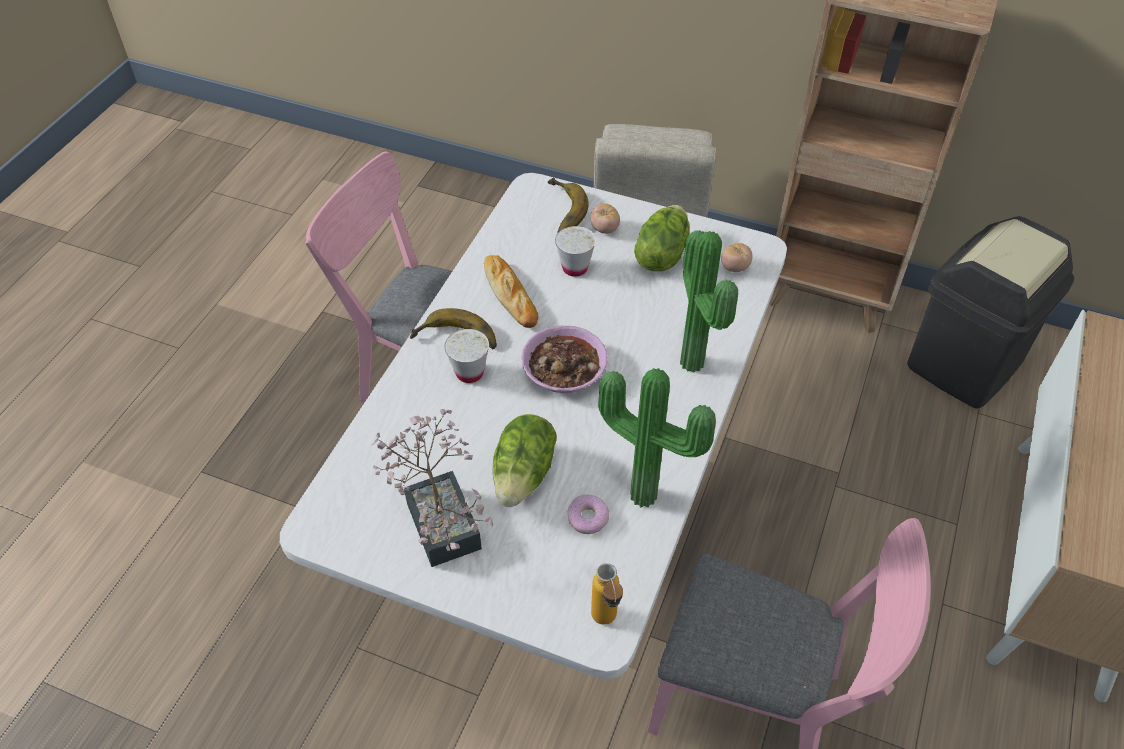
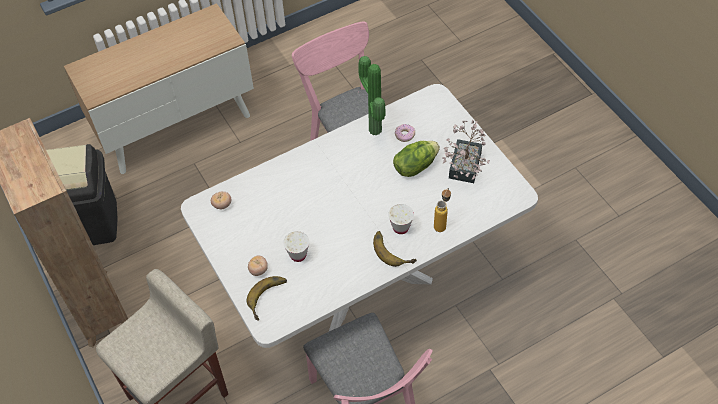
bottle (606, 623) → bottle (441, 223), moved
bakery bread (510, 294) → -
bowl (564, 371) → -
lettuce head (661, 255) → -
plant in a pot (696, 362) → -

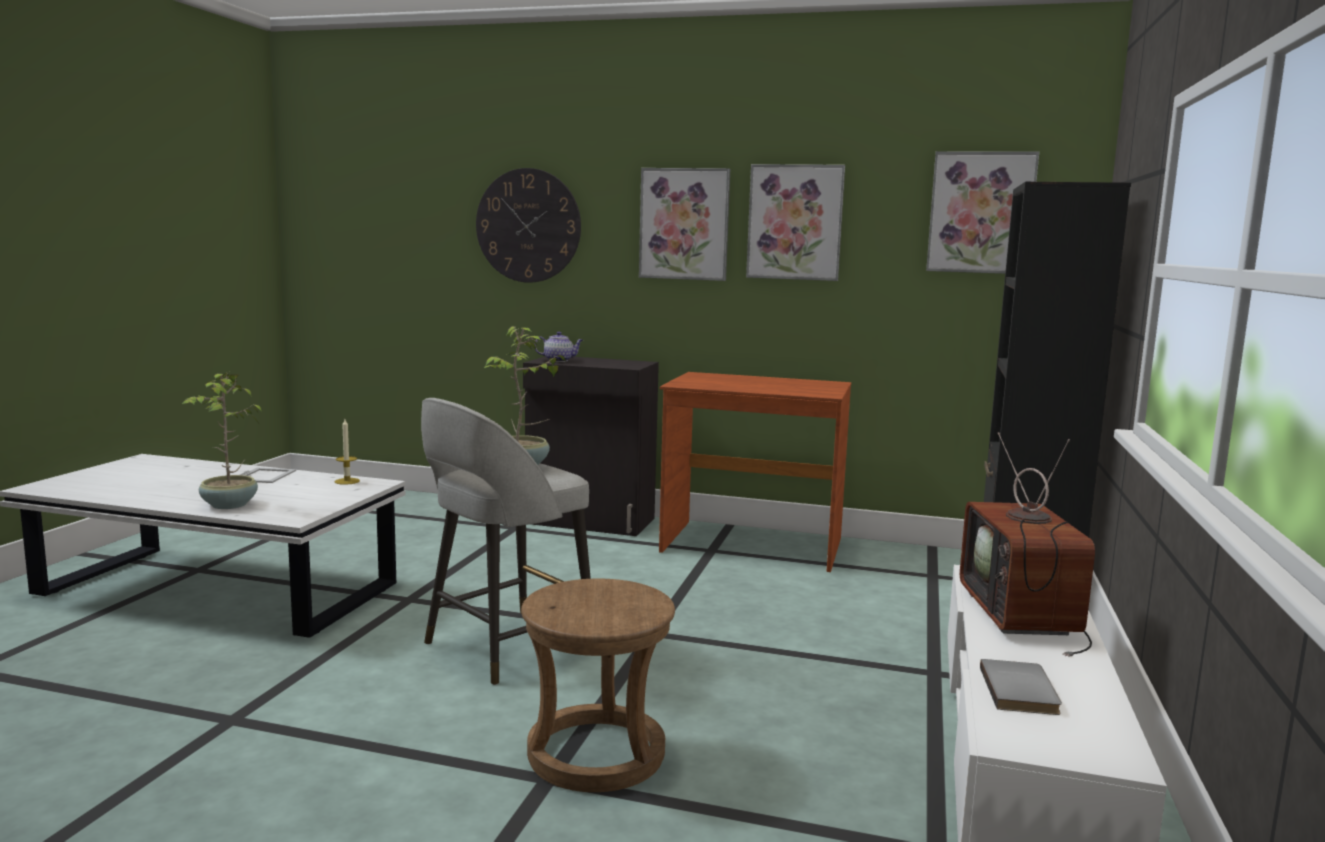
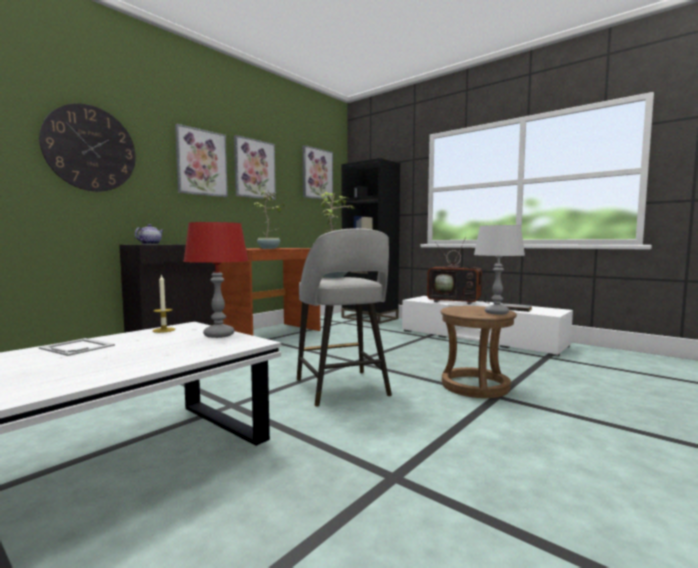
- → red tabletop lamp (219, 335)
plant in a pot (228, 505) → plant in a pot (269, 248), moved
- → greyish tabletop lamp (496, 313)

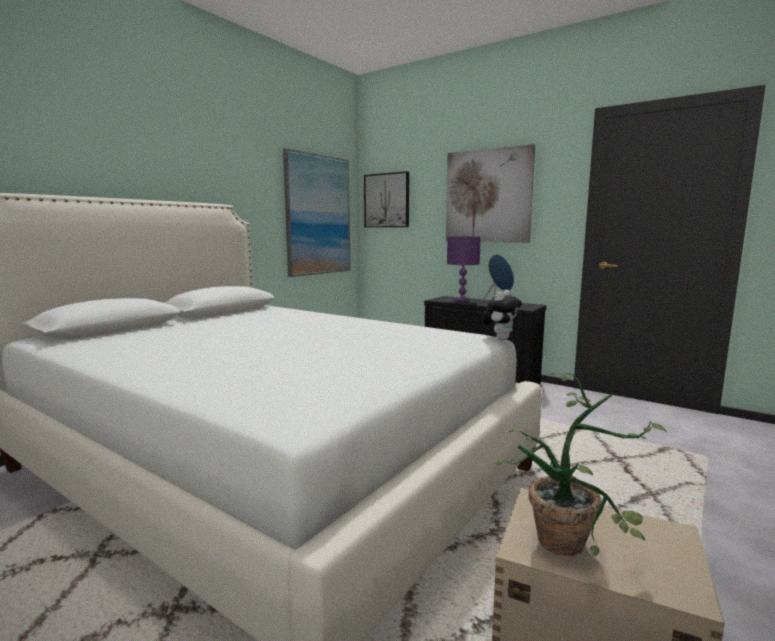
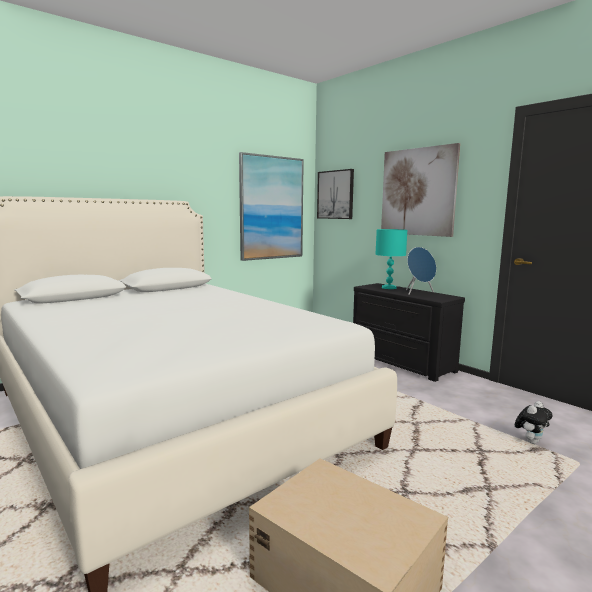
purple tabletop lamp (461, 300) → turquoise-coloured tabletop lamp (388, 288)
plush toy (500, 339) → plush toy (530, 441), moved
plant in a pot (573, 541) → -

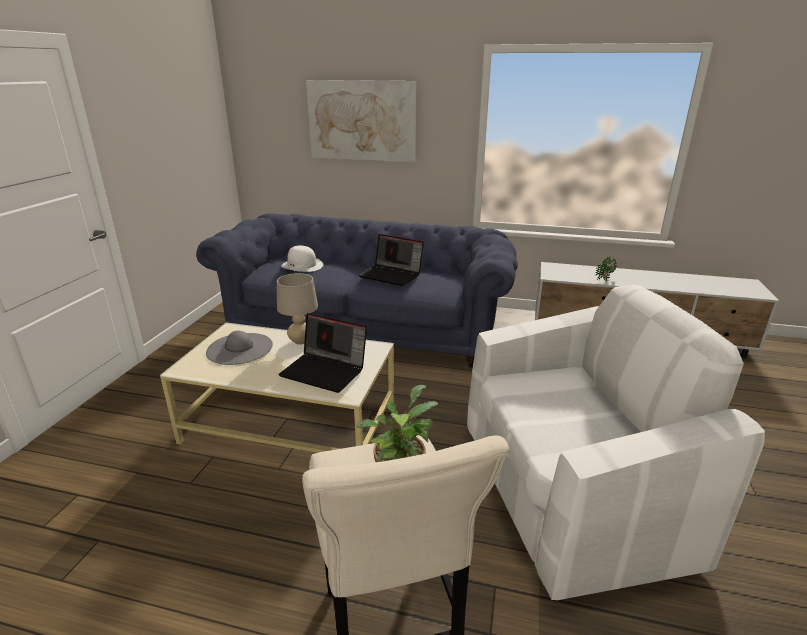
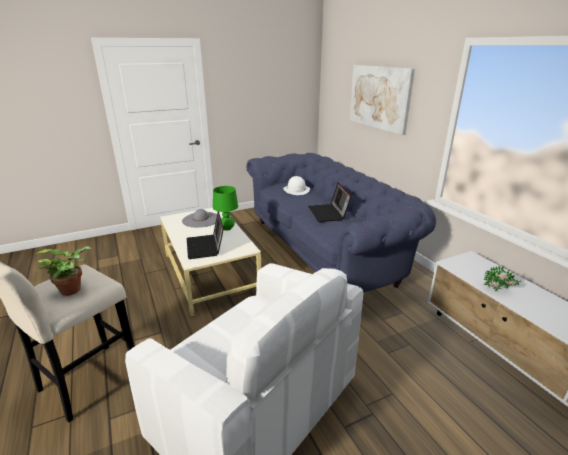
beige tabletop lamp (301, 341) → green-coloured tabletop lamp (227, 228)

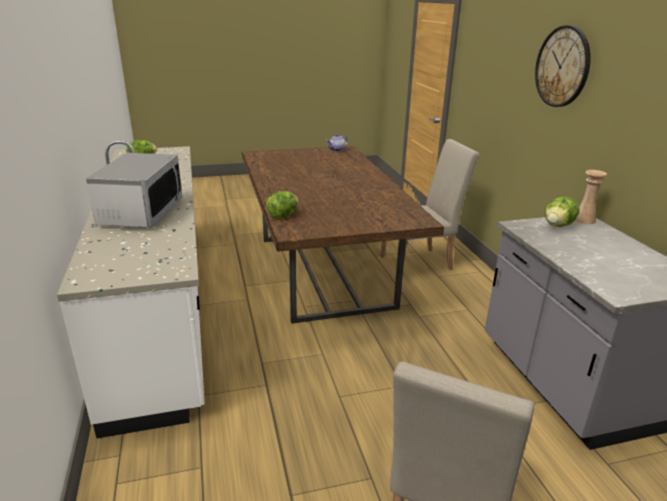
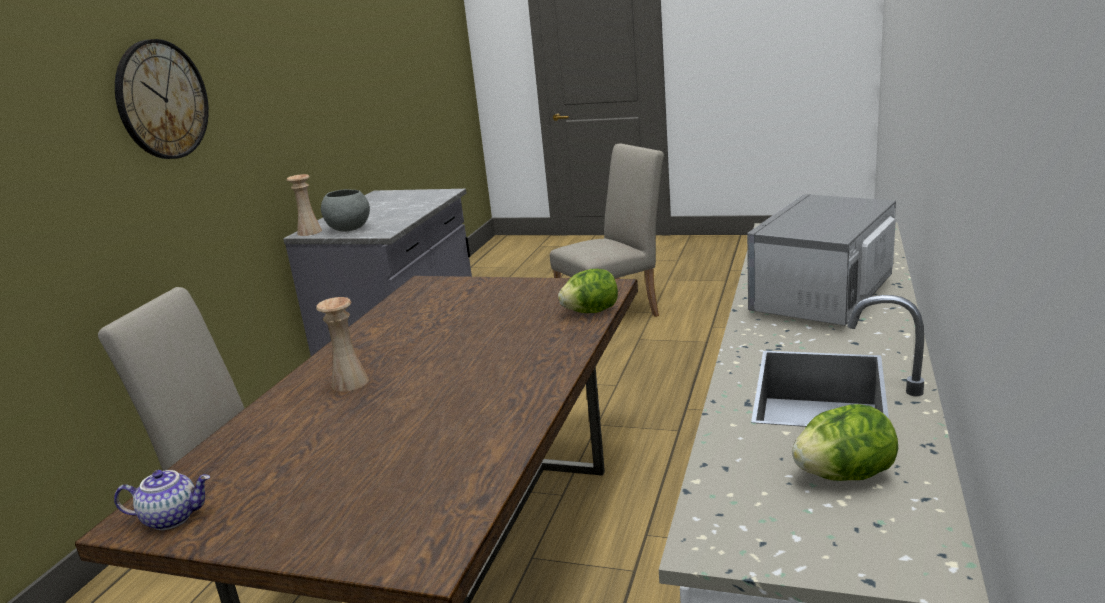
- → beige decorative vase (350, 382)
lettuce head (558, 225) → greyish bowl (349, 229)

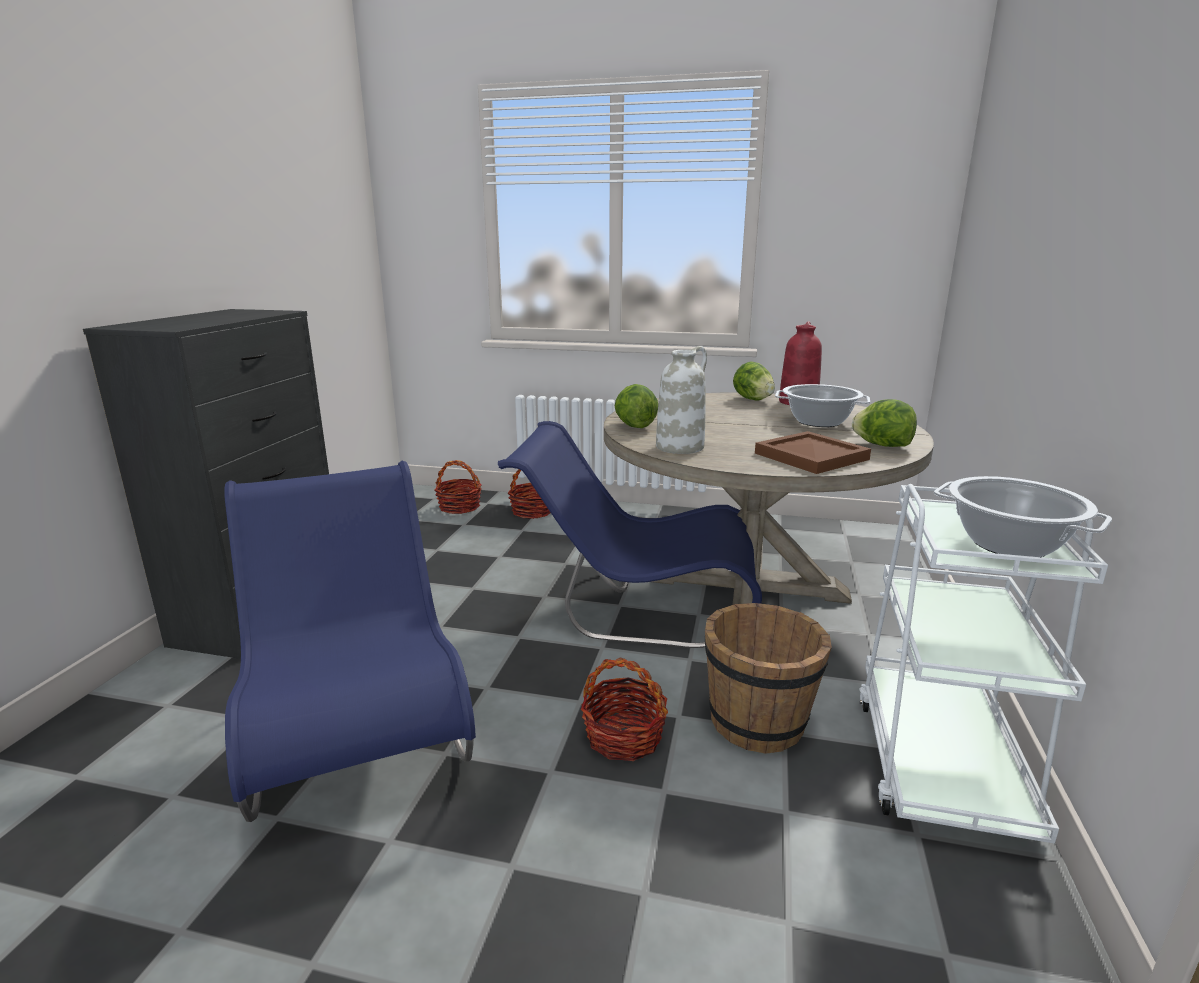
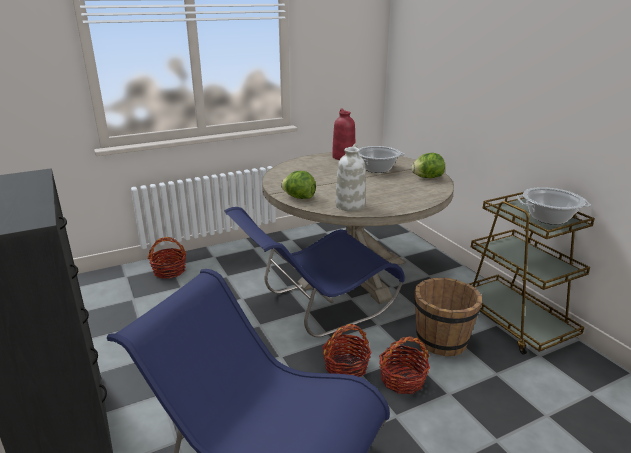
storage basket (459, 507) → storage basket (346, 367), moved
whitish cart (939, 762) → brownish cart (514, 322)
lettuce head (752, 399) → -
brownish serving tray (811, 456) → -

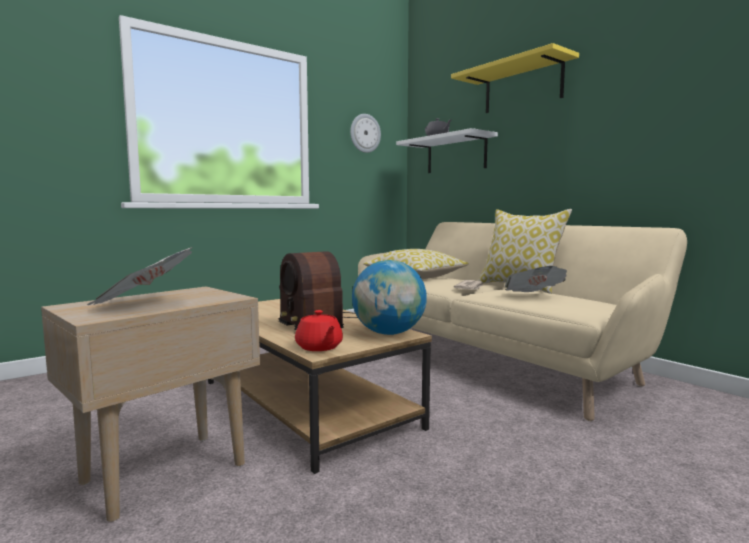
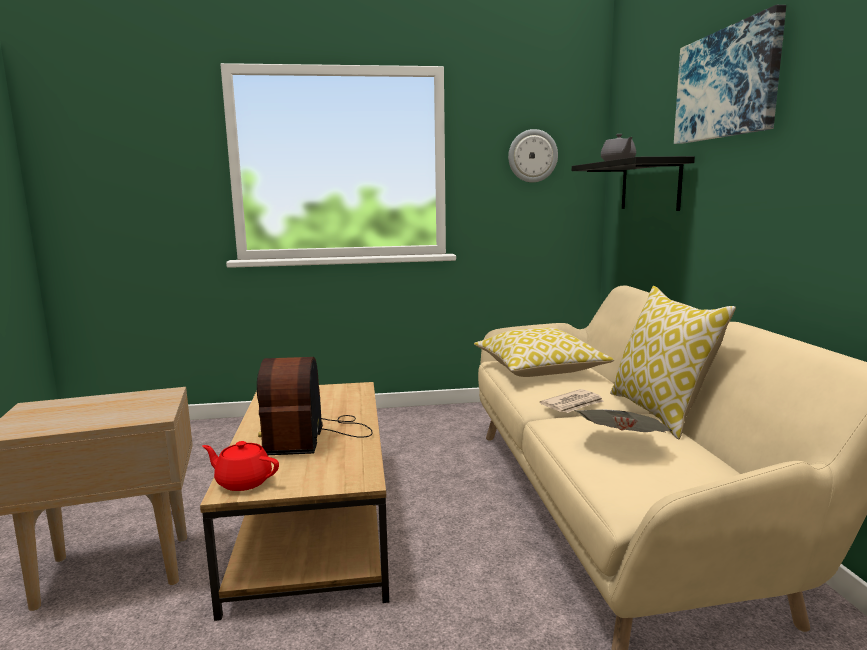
red tea pot (319, 347) → red tea pot (243, 482), 105 degrees clockwise
whitish wall shelf (456, 154) → black wall shelf (650, 185)
yellow-coloured wall shelf (522, 87) → wall picture (727, 84)
printed paper (143, 304) → -
world globe (389, 333) → -

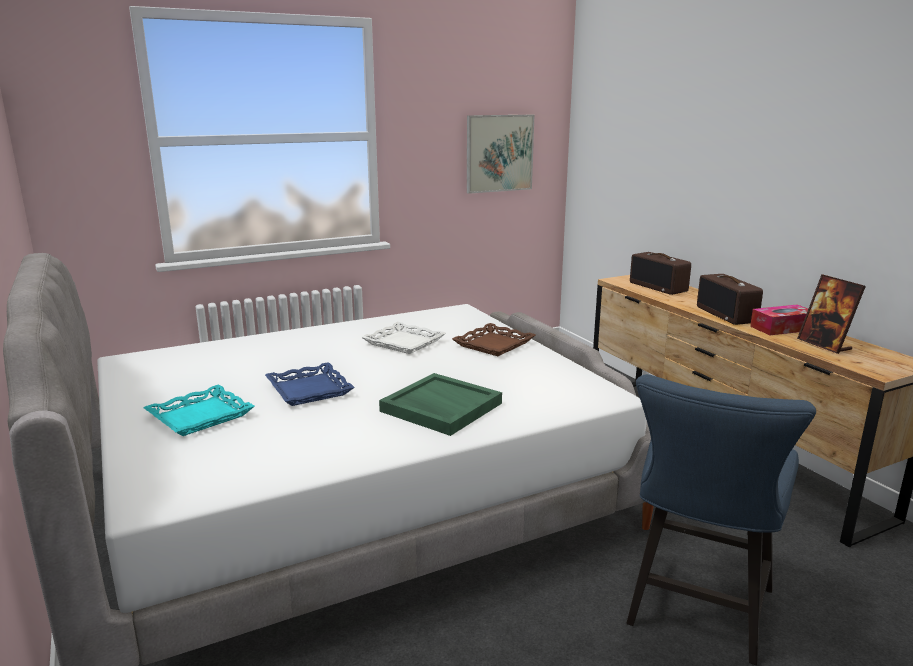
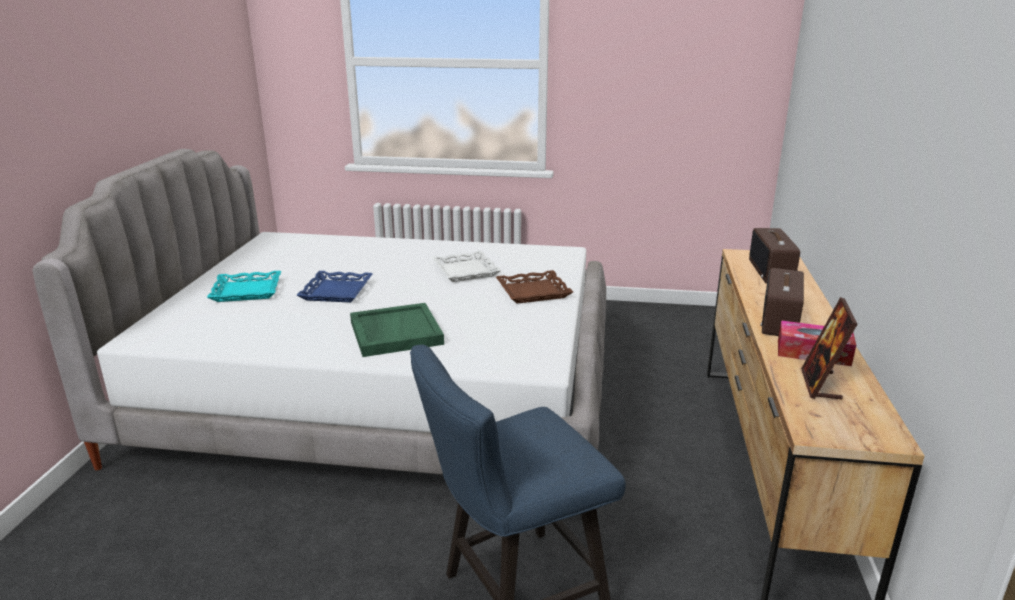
wall picture (499, 153) → -

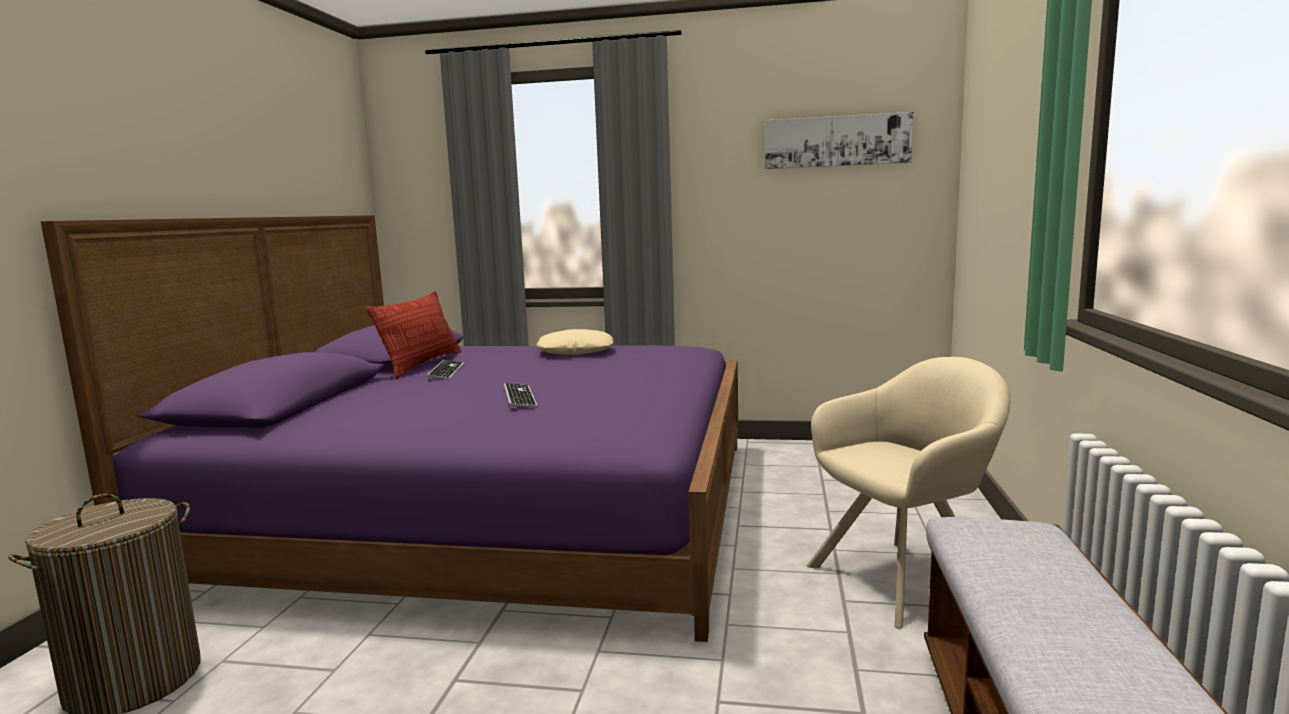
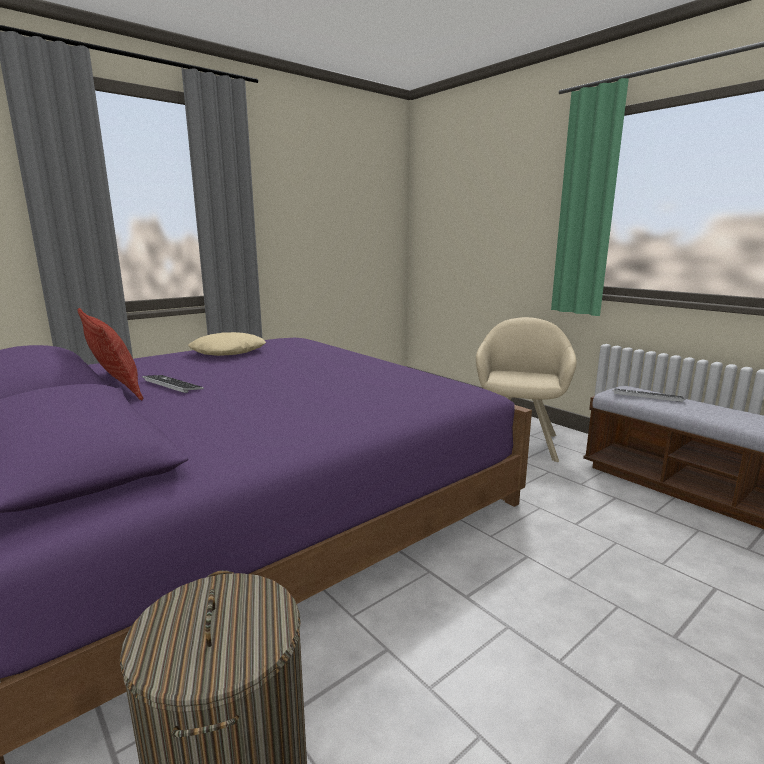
PC keyboard (520, 398) → PC keyboard (647, 396), moved
wall picture (836, 141) → -

